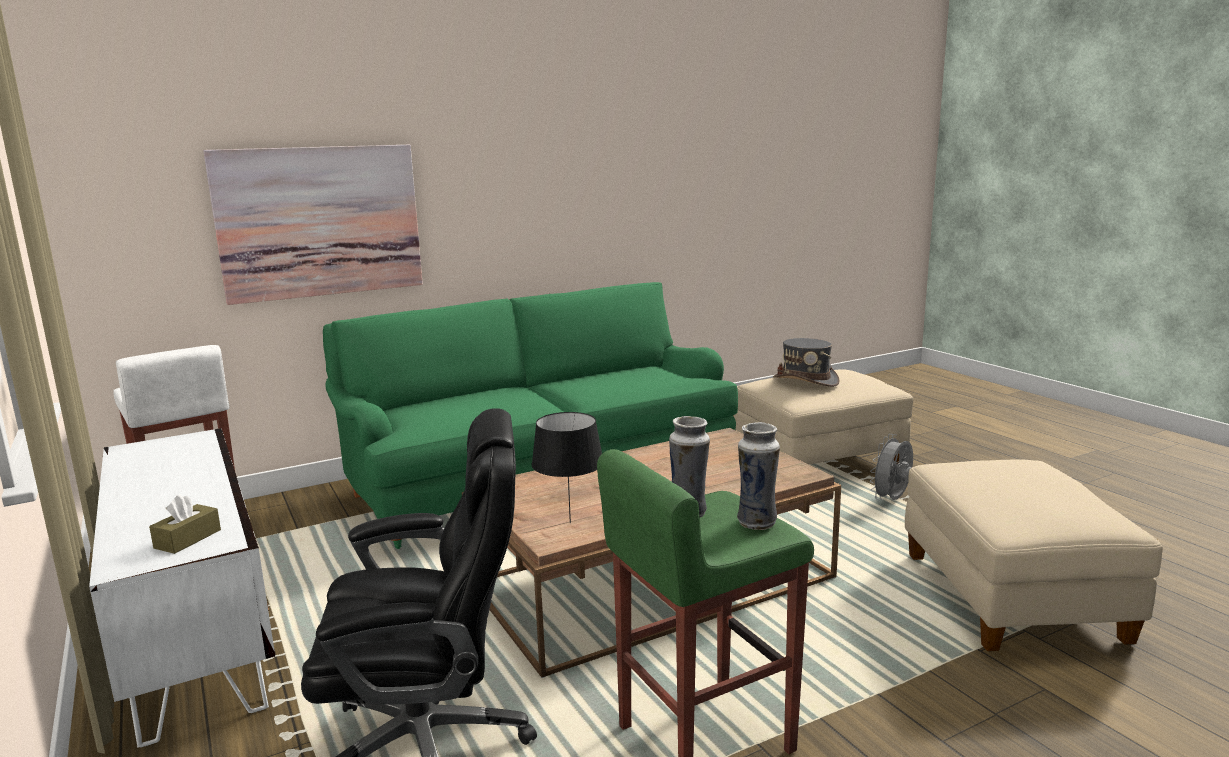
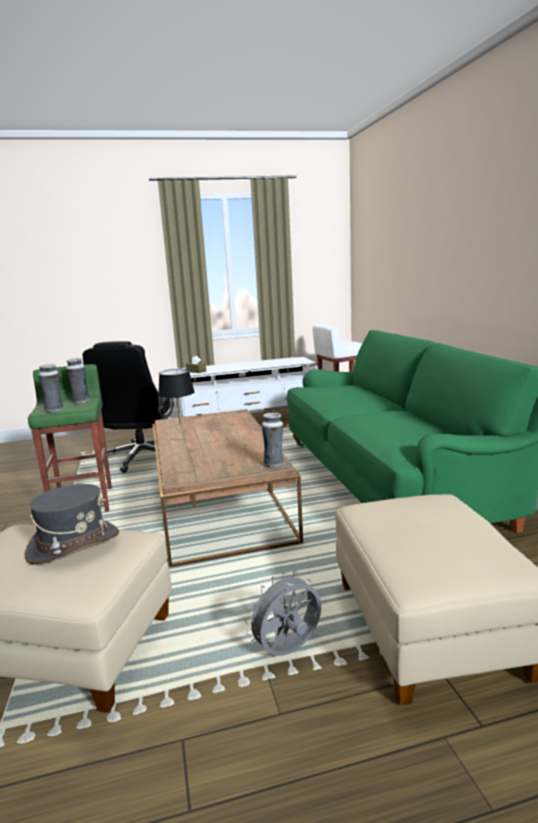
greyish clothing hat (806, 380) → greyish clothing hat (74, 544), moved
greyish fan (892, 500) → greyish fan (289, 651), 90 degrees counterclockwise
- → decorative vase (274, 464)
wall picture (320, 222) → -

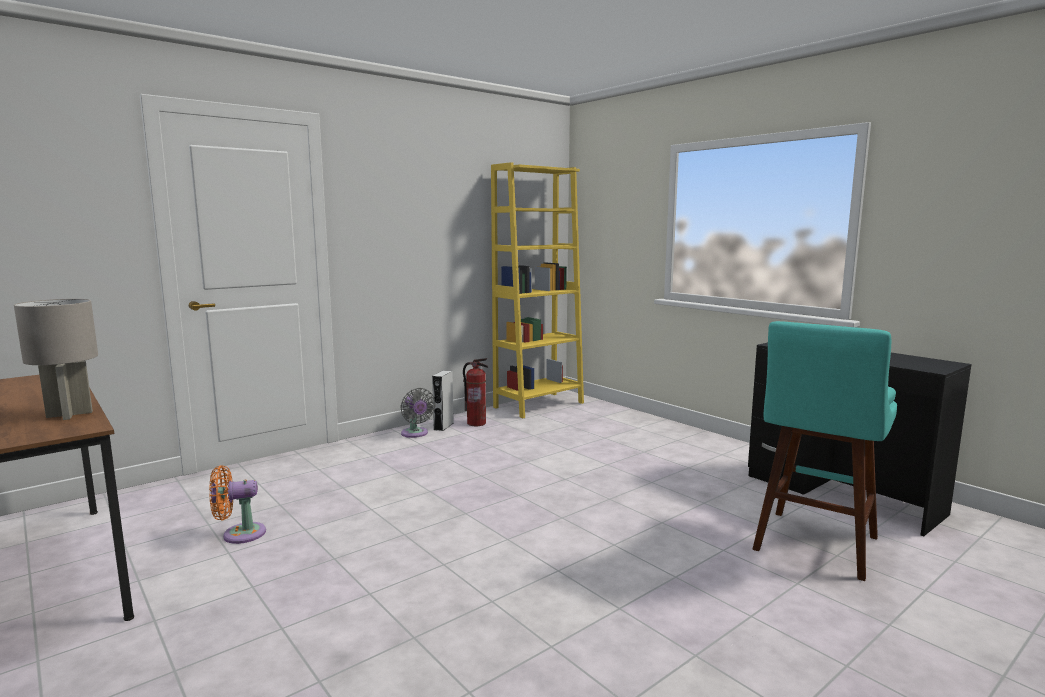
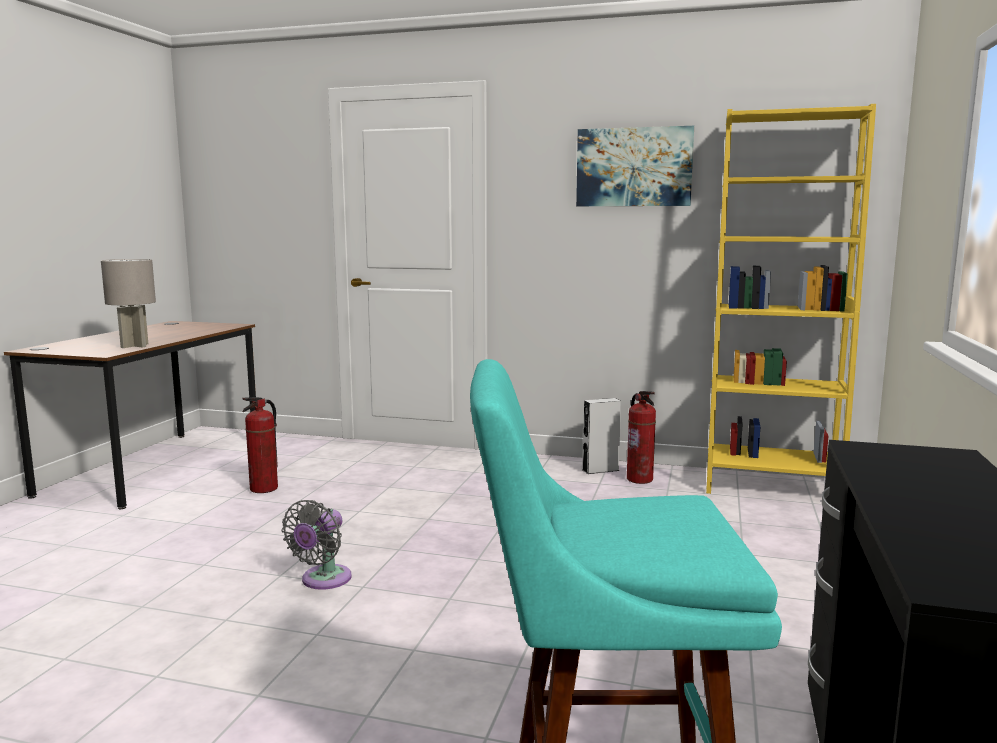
orange fan (239, 534) → fire-fighting cylinder (264, 489)
greyish fan (415, 434) → greyish fan (323, 580), moved
- → wall picture (634, 167)

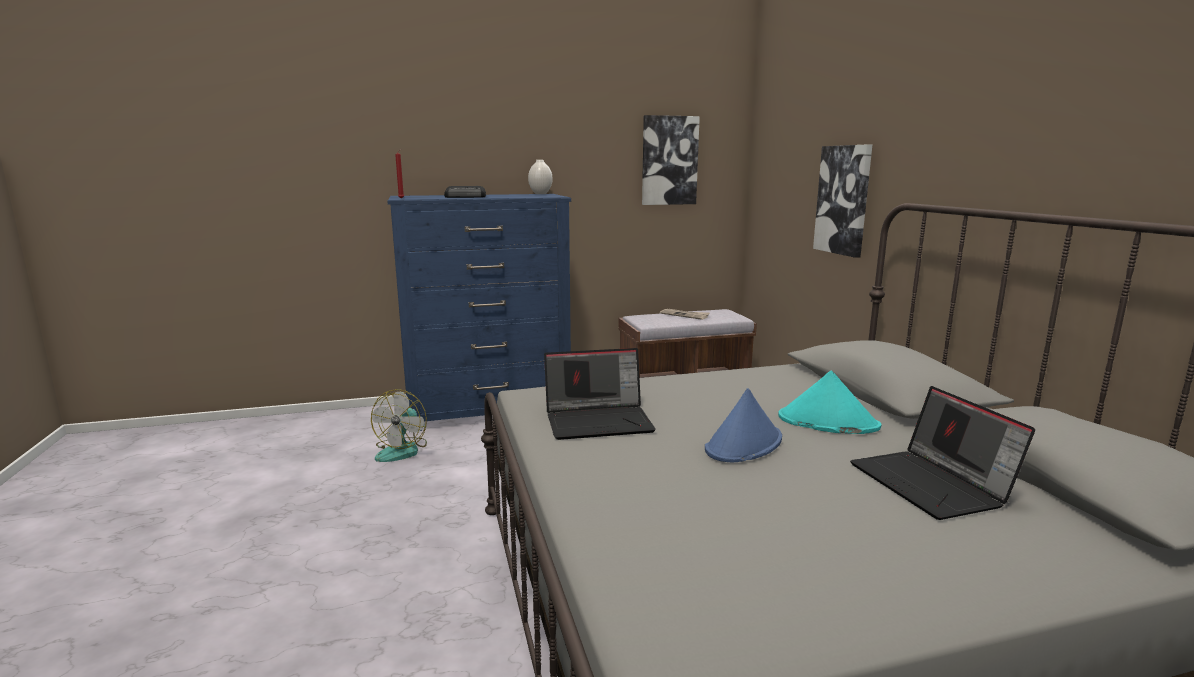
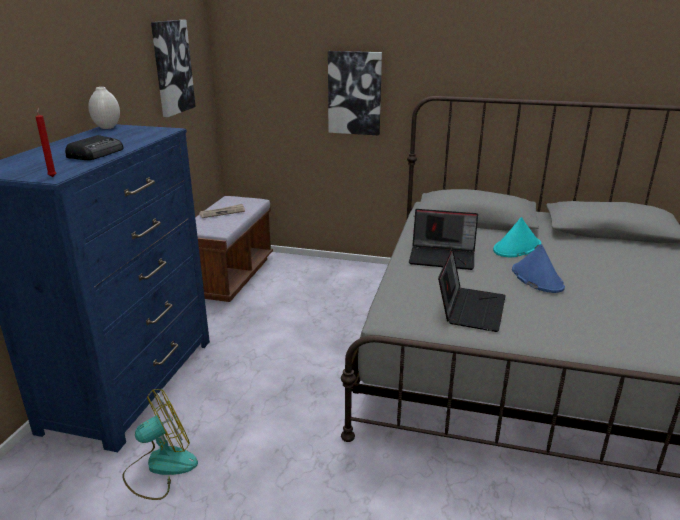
fan (402, 450) → fan (160, 467), 75 degrees counterclockwise
laptop (932, 485) → laptop (443, 257), moved

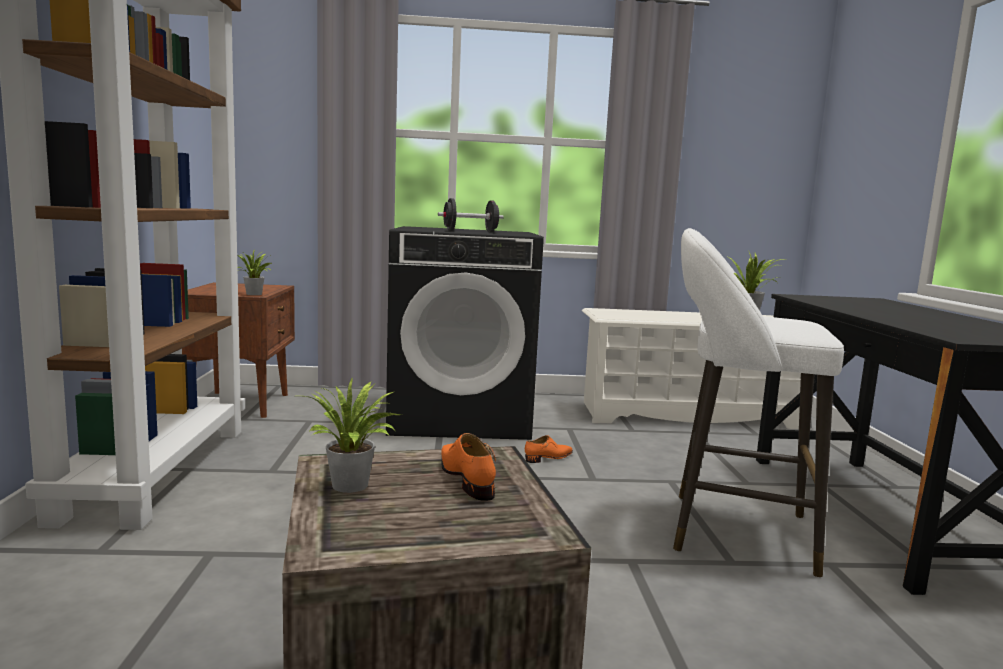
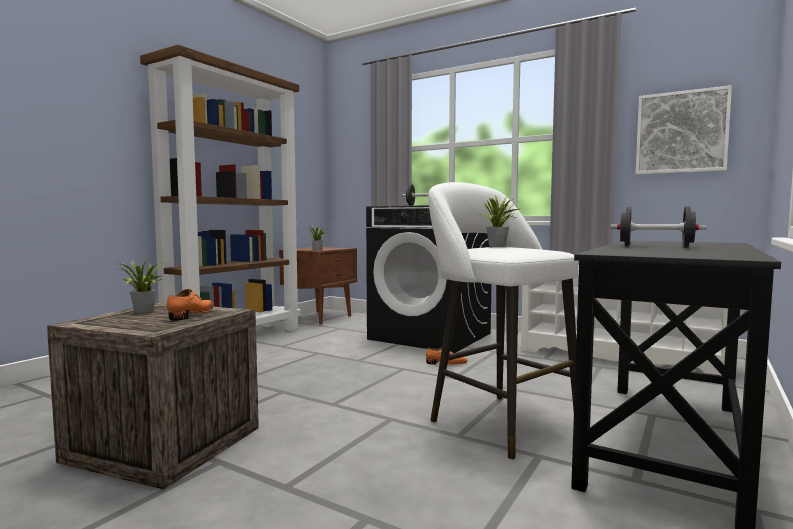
- → black dumbbell (655, 246)
- → wall picture (681, 132)

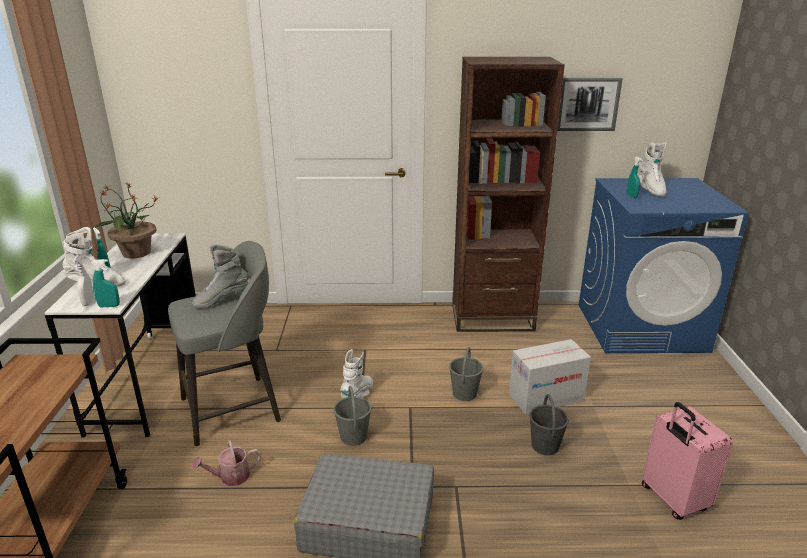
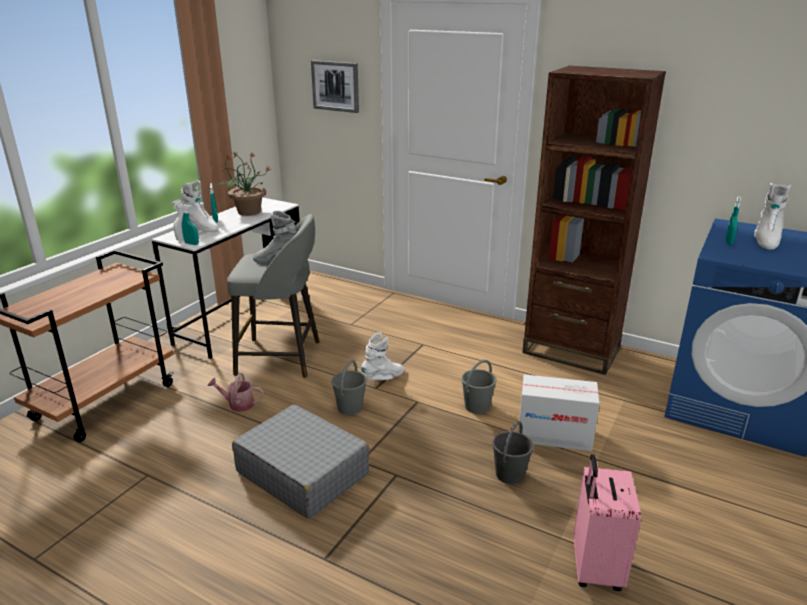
wall picture (587, 104) → wall picture (336, 86), moved

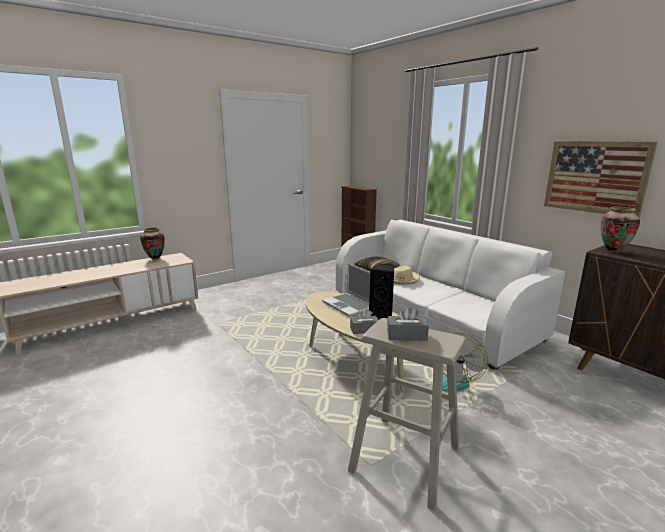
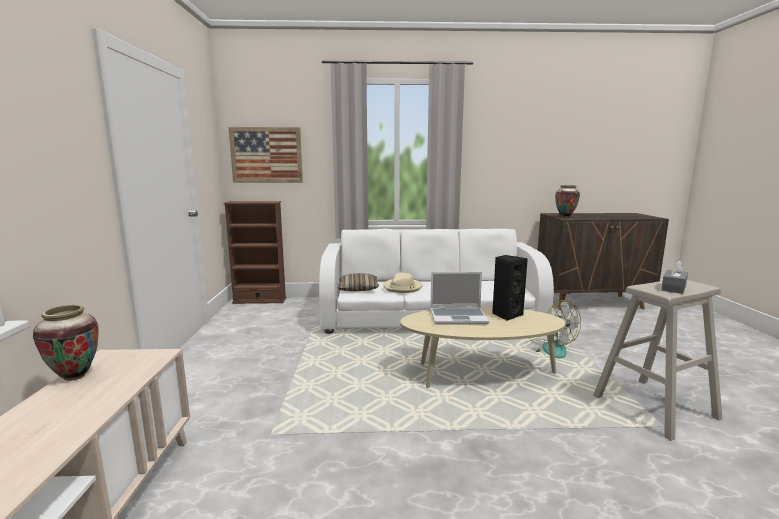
wall picture (595, 177) → wall picture (266, 155), moved
greyish box of tissues (364, 330) → -

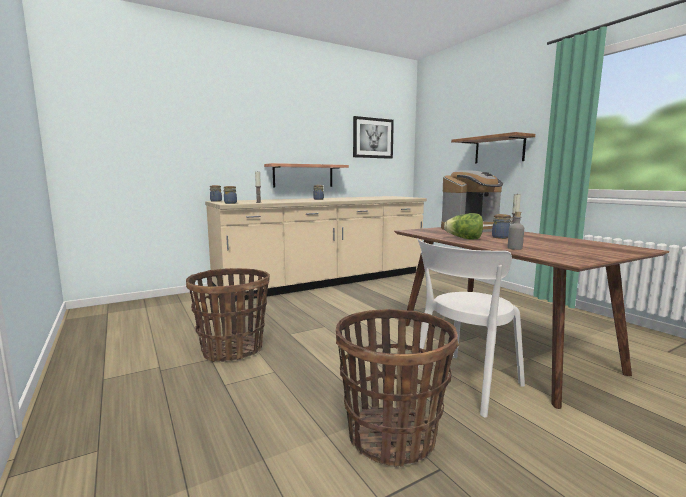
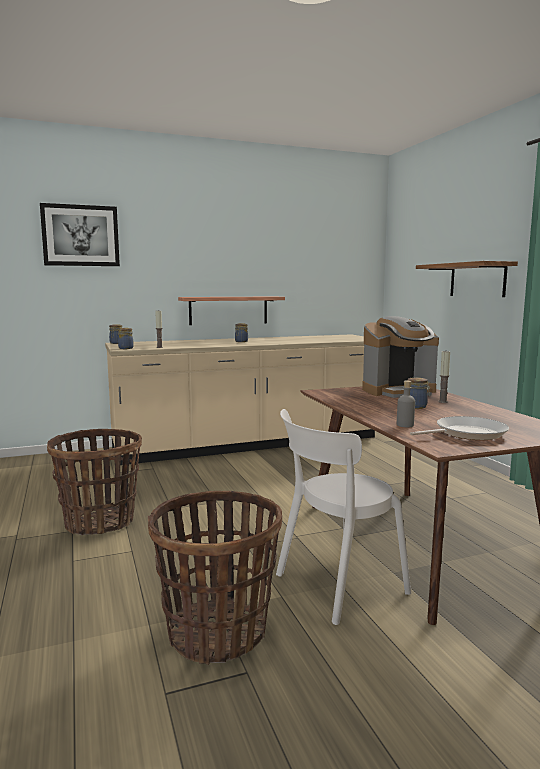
wall picture (373, 138) → wall picture (80, 235), moved
- → skillet (467, 433)
lettuce head (464, 239) → -

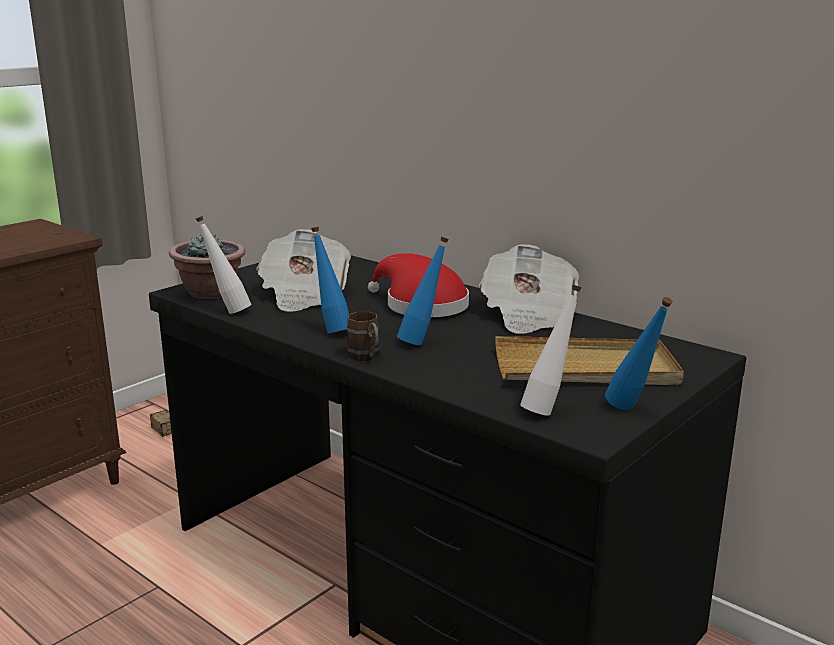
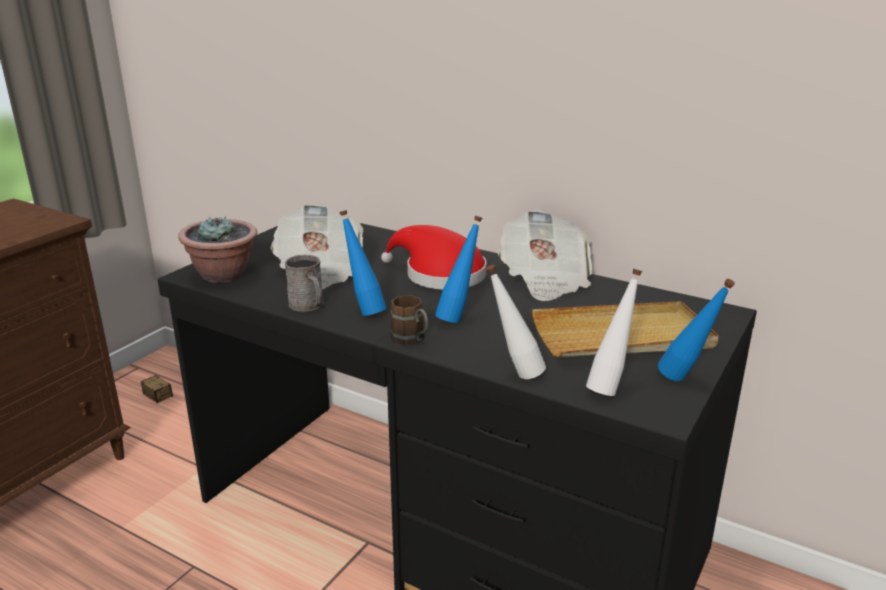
- → greyish mug (308, 305)
whitish bottle (227, 311) → whitish bottle (514, 374), moved

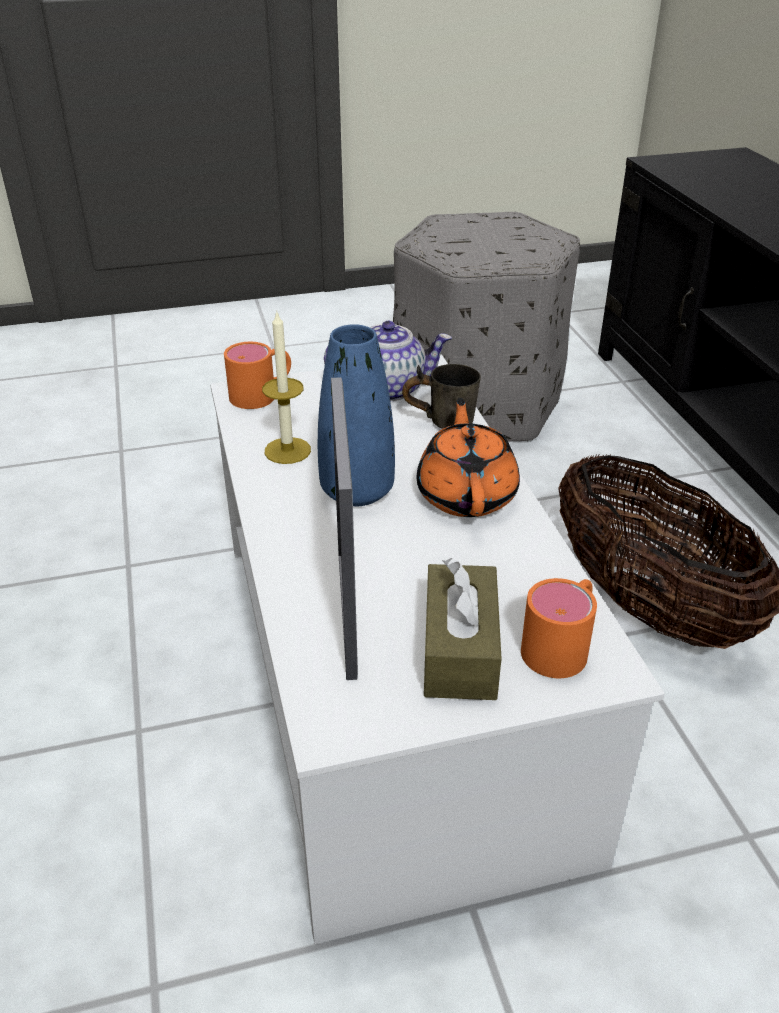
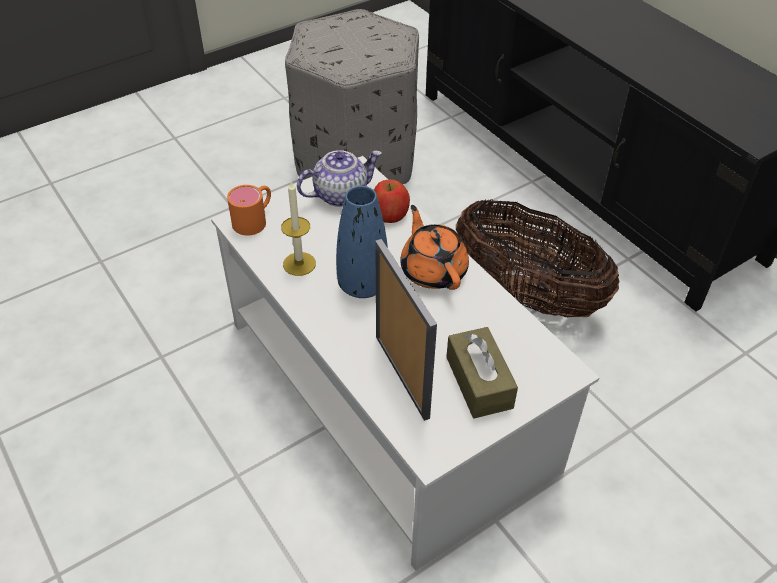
greyish mug (441, 420) → apple (389, 213)
orange mug (562, 644) → -

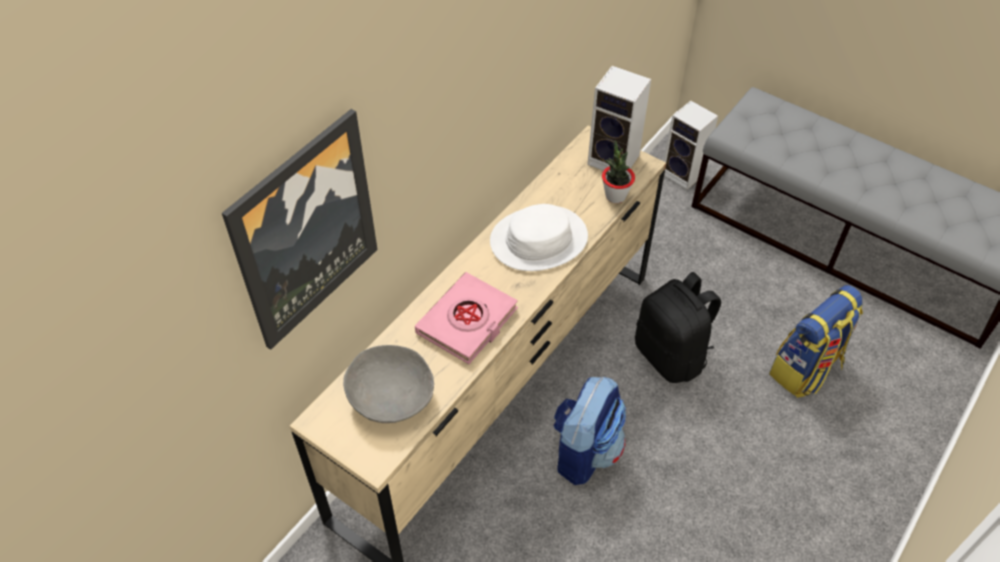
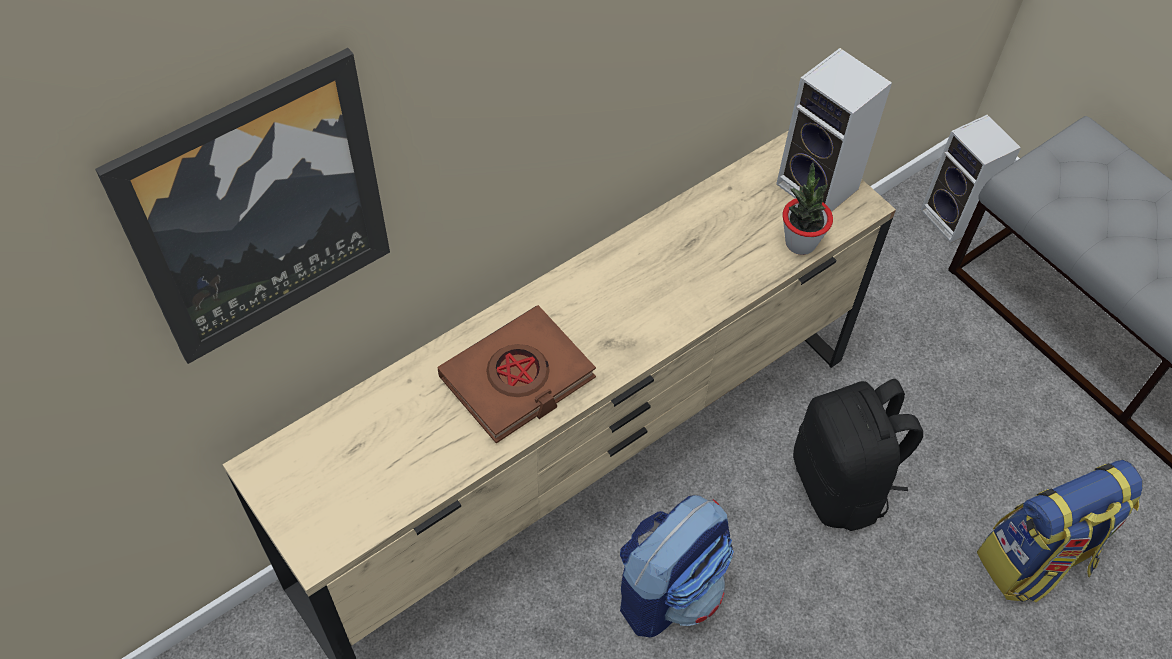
pink volume (467, 322) → brownish volume (518, 379)
greyish bowl (391, 396) → -
whitish clothing hat (538, 239) → -

